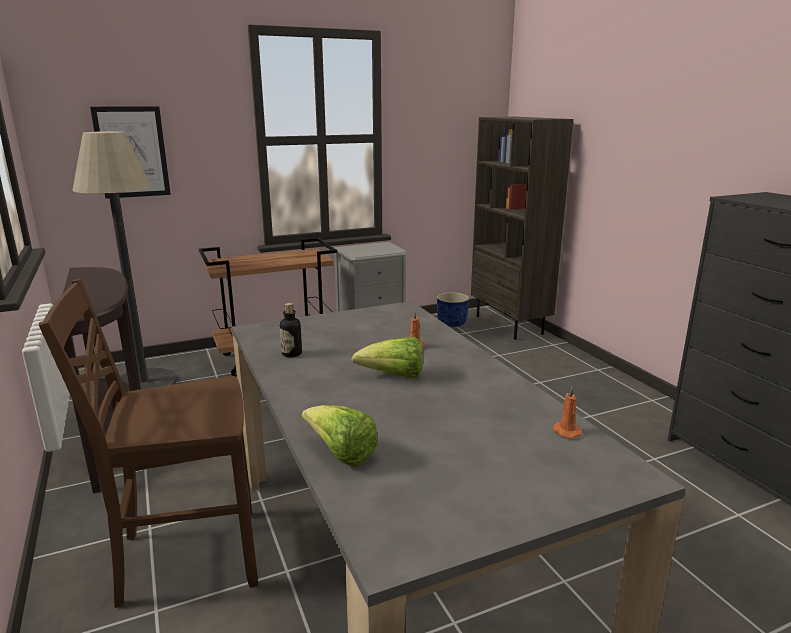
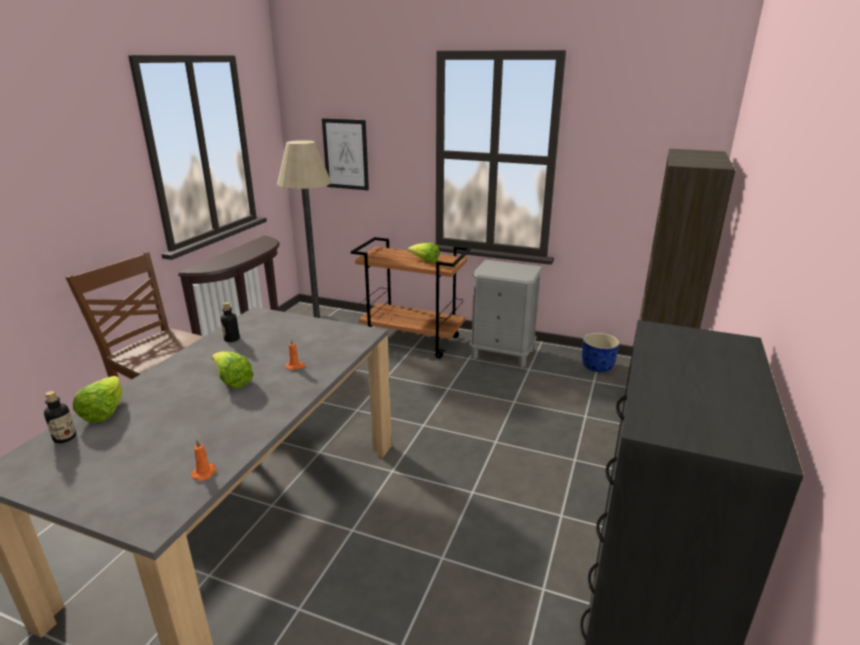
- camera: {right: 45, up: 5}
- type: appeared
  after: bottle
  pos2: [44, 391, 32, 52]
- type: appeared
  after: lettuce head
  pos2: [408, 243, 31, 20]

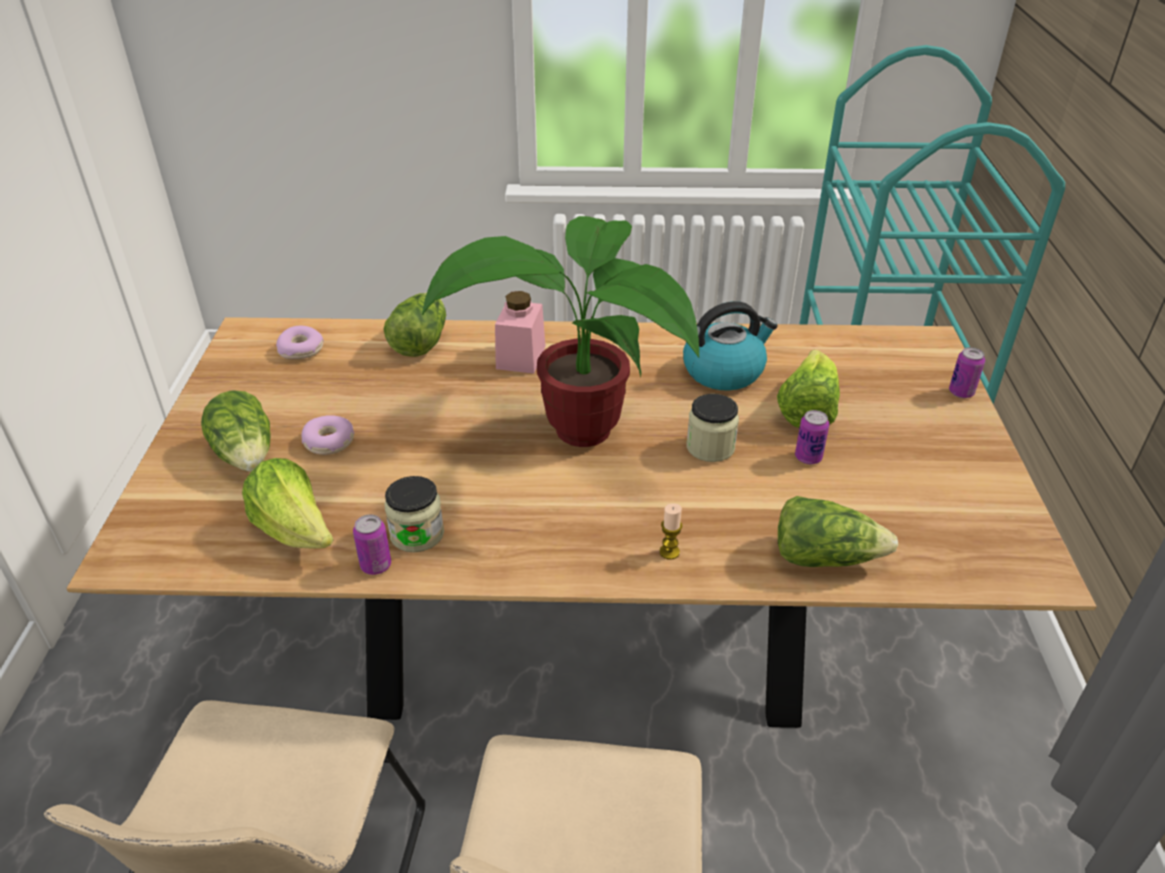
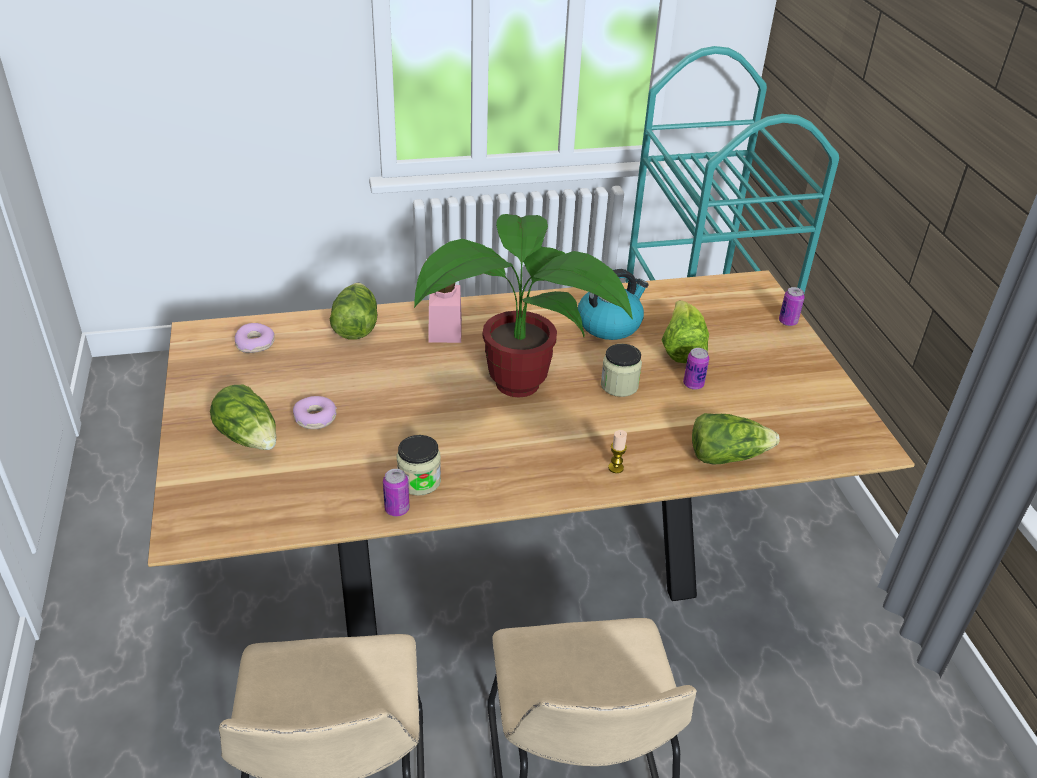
- camera: {right: -15, up: 0}
- type: missing
  before: lettuce head
  pos1: [242, 458, 91, 91]

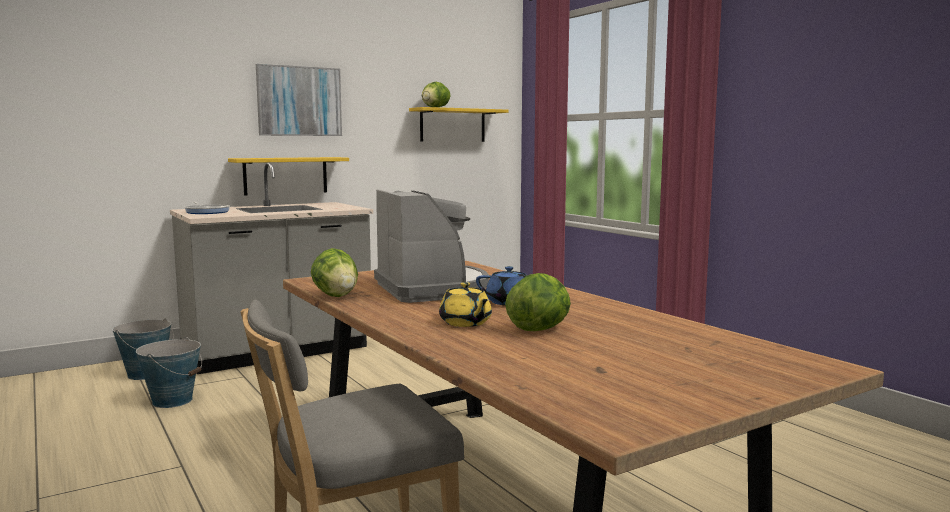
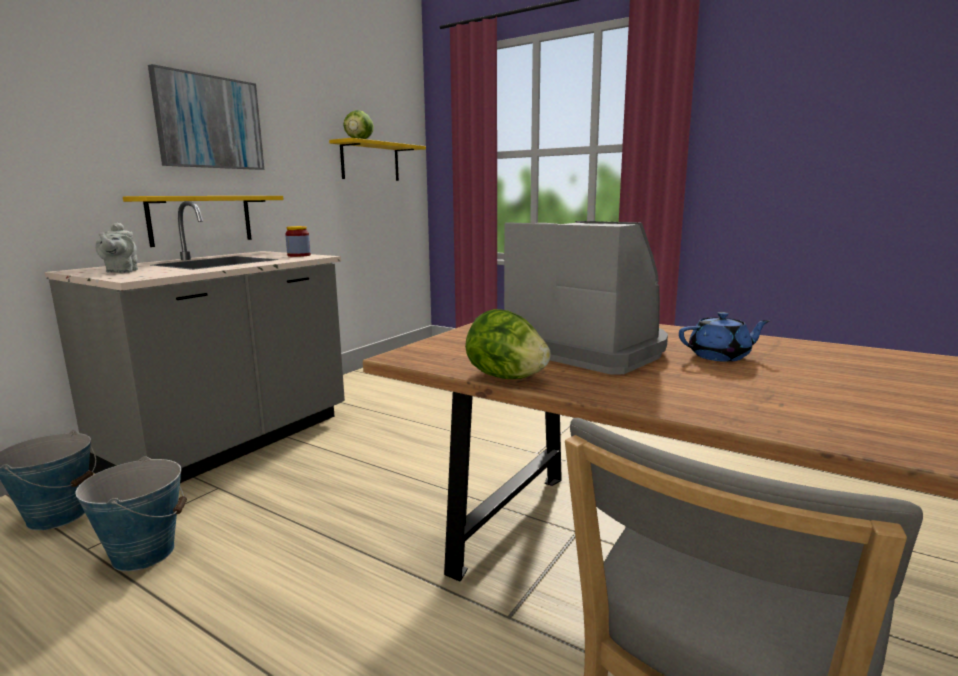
- camera: {right: -25, up: 5}
- type: exchanged
  before: skillet
  after: greyish tea pot
  pos1: [184, 202, 46, 12]
  pos2: [95, 223, 43, 50]
- type: missing
  before: yellow-coloured tea pot
  pos1: [439, 282, 53, 45]
- type: missing
  before: lettuce head
  pos1: [505, 273, 66, 58]
- type: appeared
  after: preserve jar
  pos2: [285, 226, 26, 31]

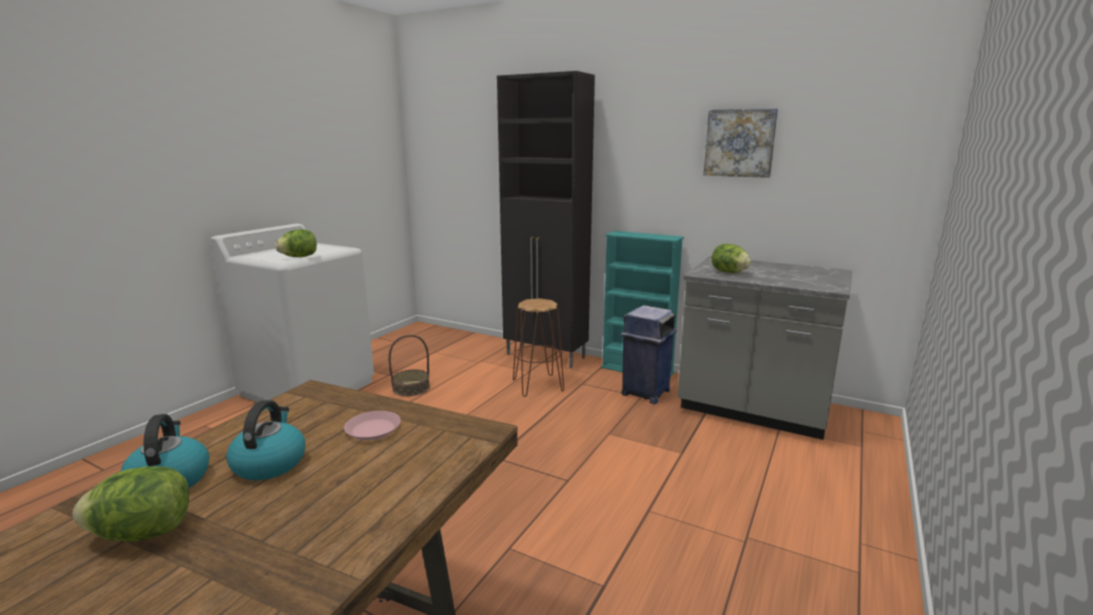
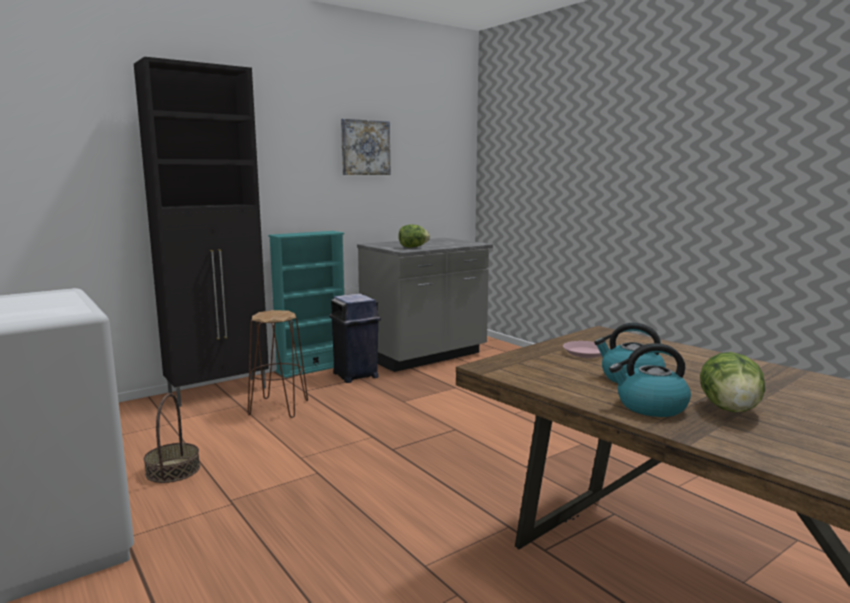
- camera: {right: -65, up: -5}
- type: missing
  before: lettuce head
  pos1: [275, 229, 42, 28]

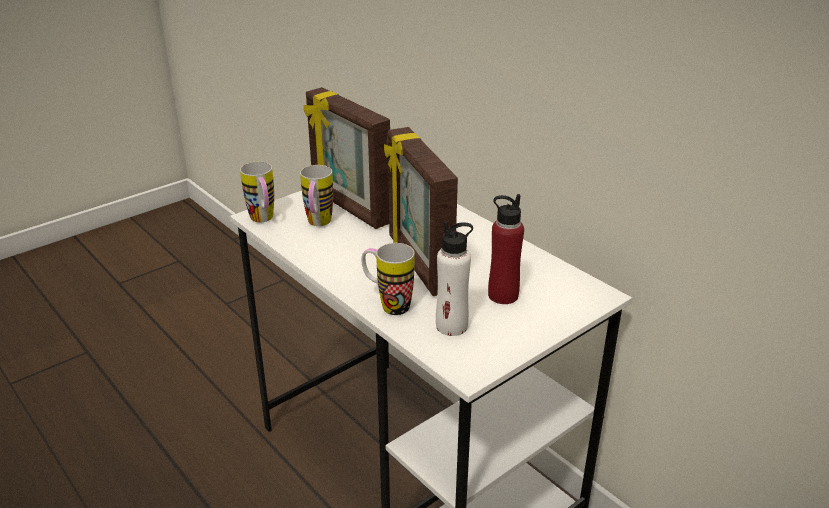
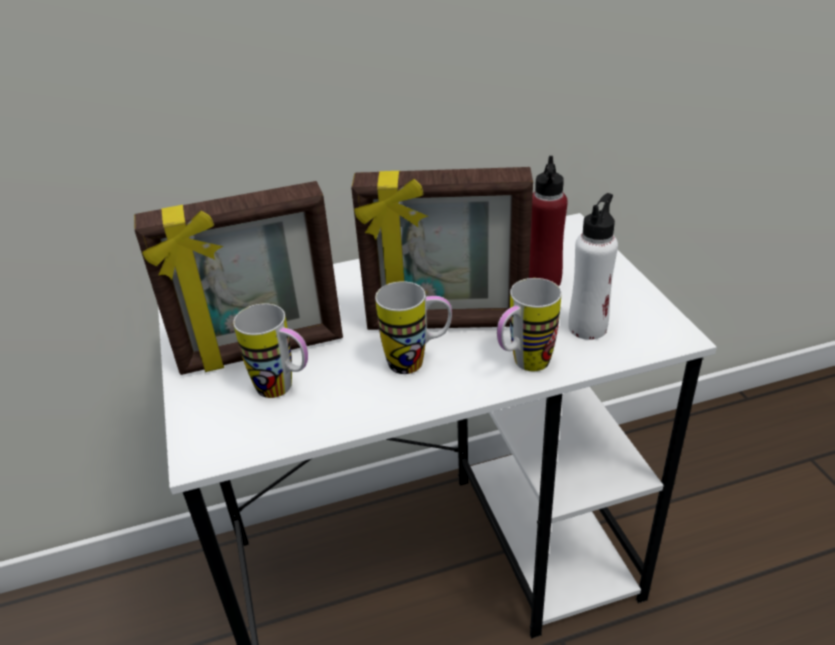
- camera: {right: -65, up: 5}
- type: relocated
  before: tea mug
  pos1: [240, 161, 34, 62]
  pos2: [375, 281, 77, 93]

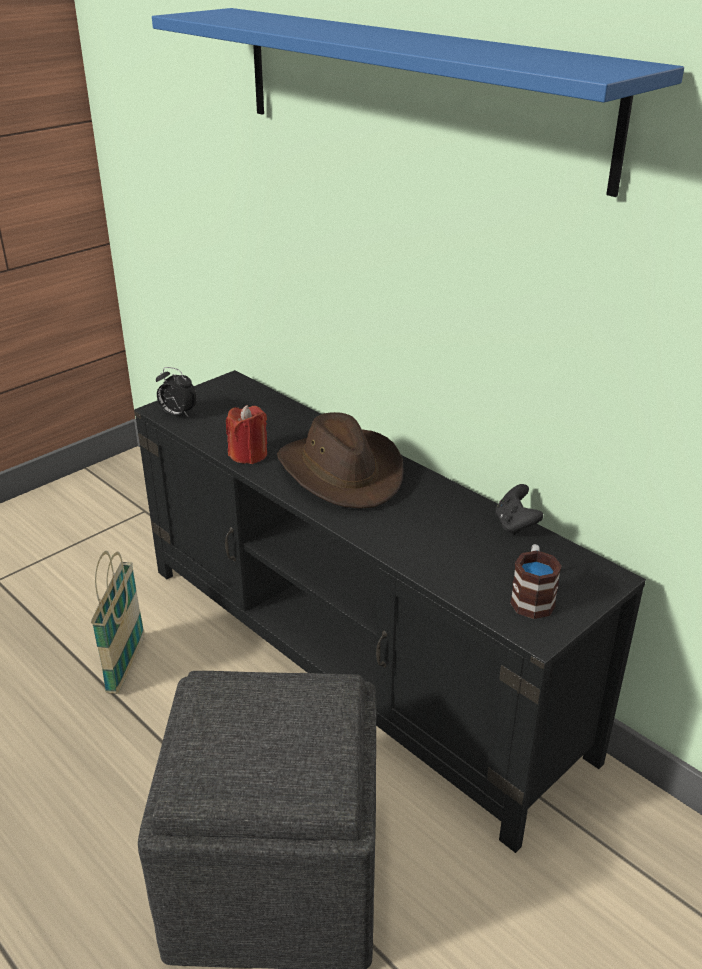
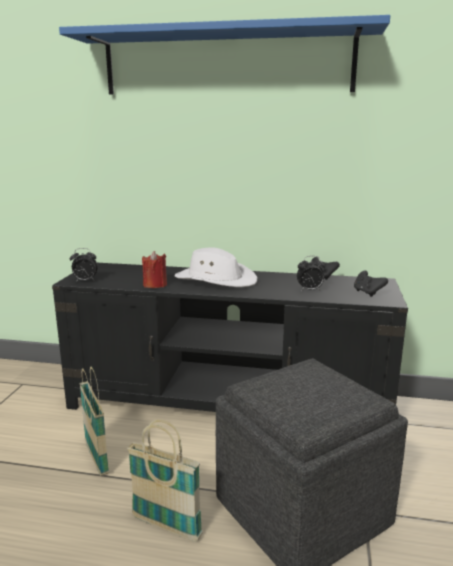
- camera: {right: -35, up: -15}
- type: colour
  before: brown clothing hat
  after: white clothing hat
  pos1: [277, 412, 127, 97]
  pos2: [174, 247, 83, 40]
- type: exchanged
  before: tea mug
  after: blackish gamepad
  pos1: [510, 544, 52, 75]
  pos2: [354, 271, 34, 26]
- type: appeared
  after: basket
  pos2: [127, 419, 76, 123]
- type: appeared
  after: alarm clock
  pos2: [297, 256, 28, 34]

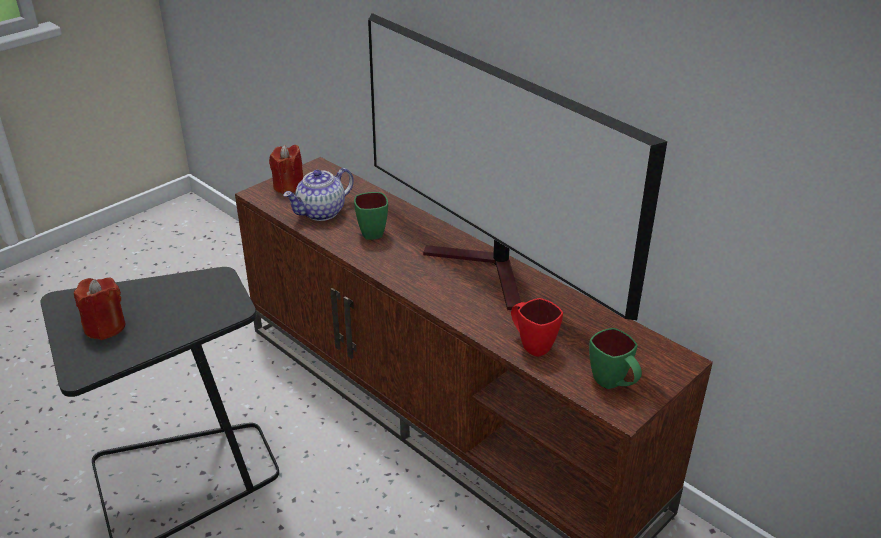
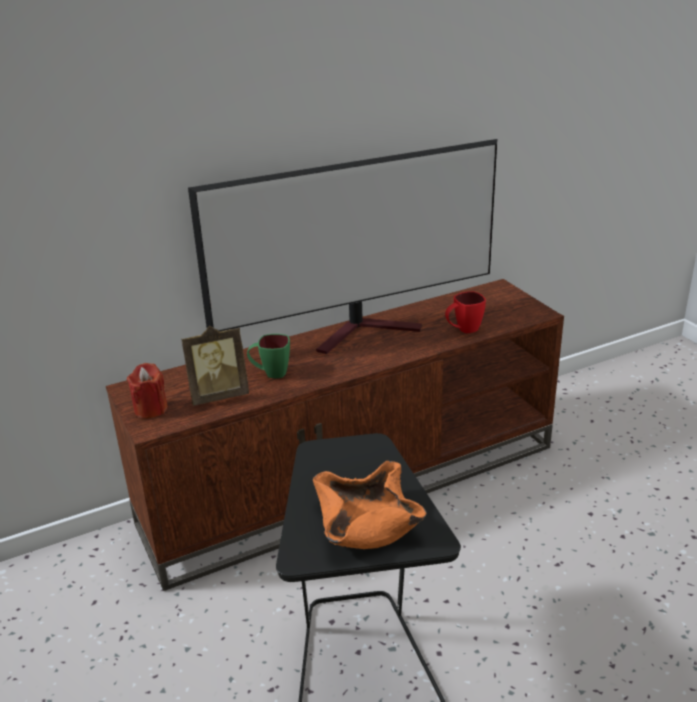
- camera: {right: -70, up: -5}
- type: exchanged
  before: reddish wax light
  after: orangey bowl
  pos1: [74, 277, 51, 63]
  pos2: [313, 461, 114, 88]
- type: exchanged
  before: tea pot
  after: photo frame
  pos1: [283, 168, 71, 53]
  pos2: [181, 326, 68, 80]
- type: missing
  before: green-coloured tea mug
  pos1: [589, 328, 53, 61]

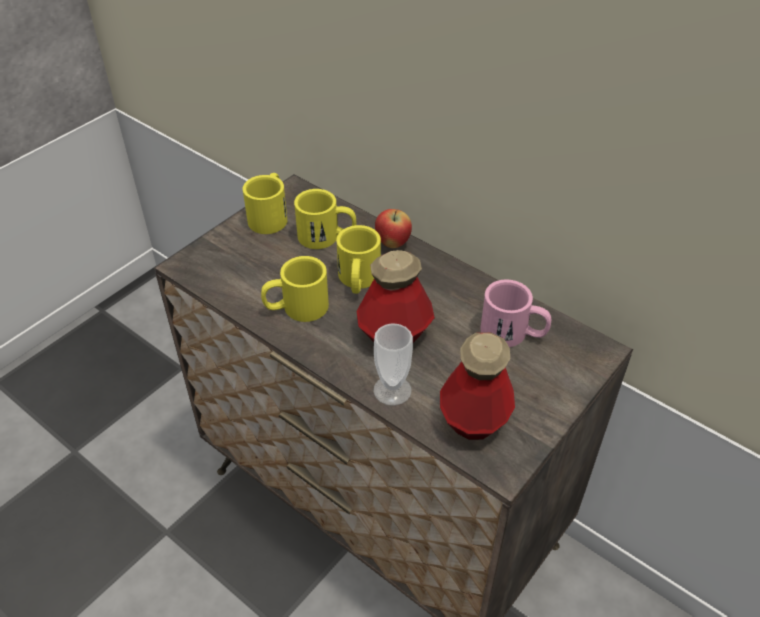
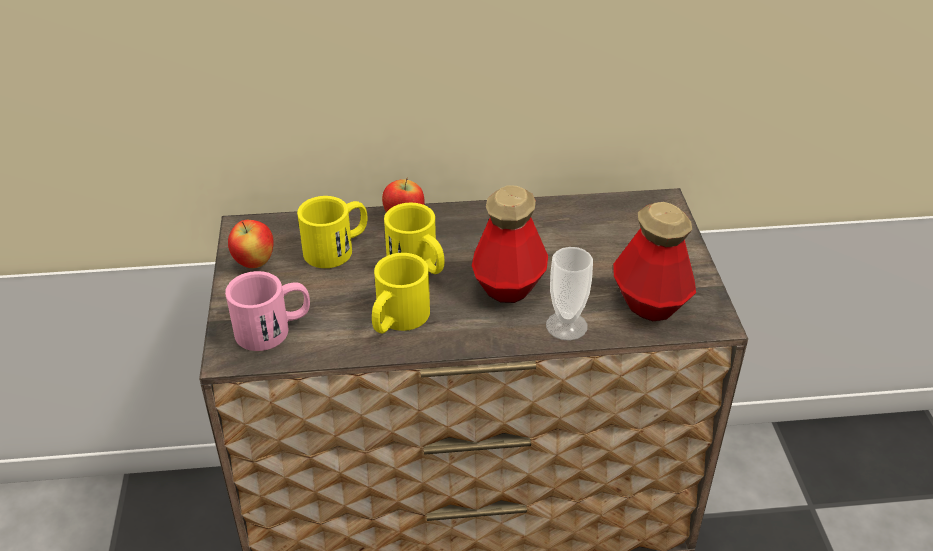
- camera: {right: -45, up: -5}
- type: exchanged
  before: yellow-coloured tea mug
  after: apple fruit
  pos1: [243, 173, 44, 61]
  pos2: [228, 220, 46, 48]
- type: relocated
  before: pink-coloured tea mug
  pos1: [480, 280, 71, 67]
  pos2: [225, 271, 85, 80]

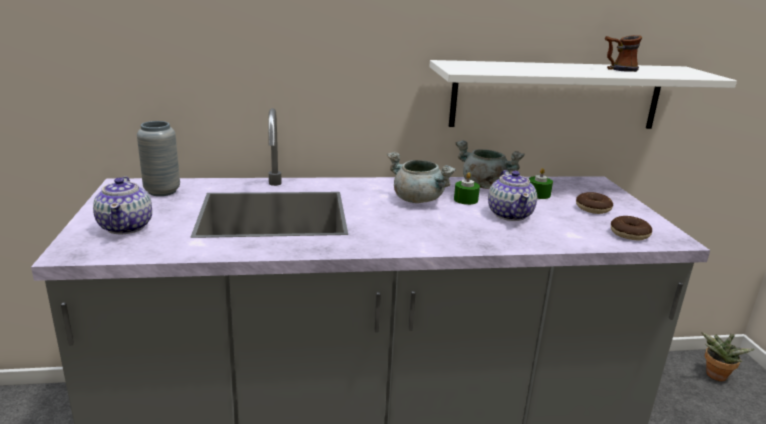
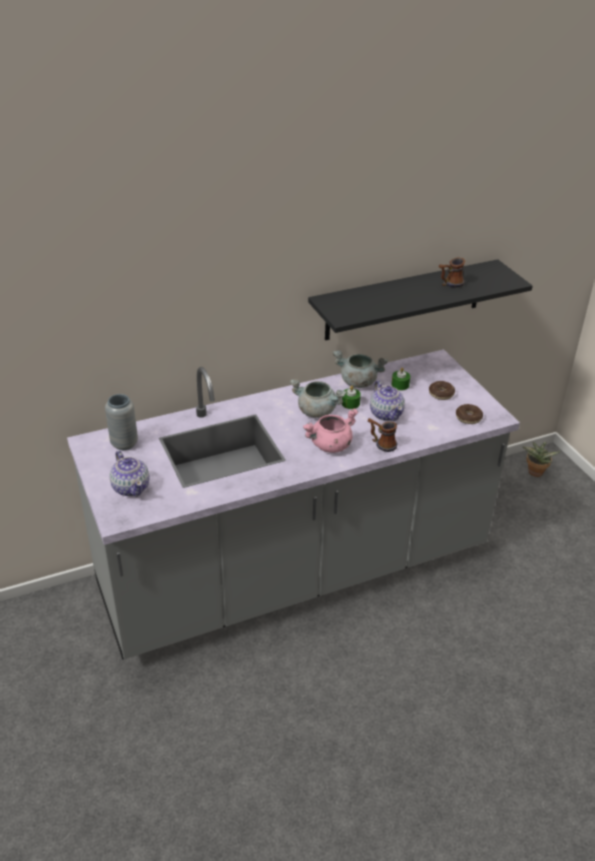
- camera: {right: -15, up: 15}
- type: colour
  before: white bracket shelf
  after: blackish bracket shelf
  pos1: [429, 60, 308, 69]
  pos2: [308, 259, 225, 81]
- type: appeared
  after: pink-coloured cooking pot
  pos2: [303, 408, 55, 45]
- type: appeared
  after: tea mug
  pos2: [368, 418, 29, 34]

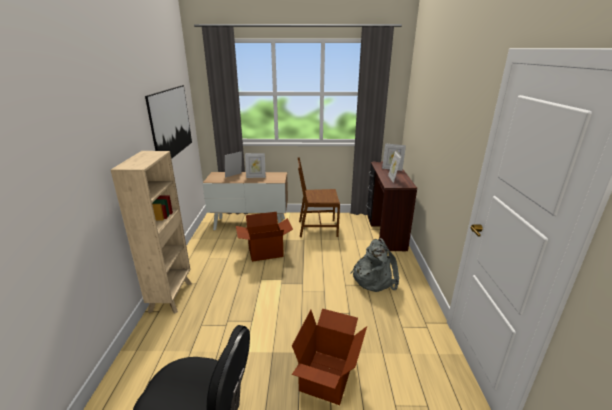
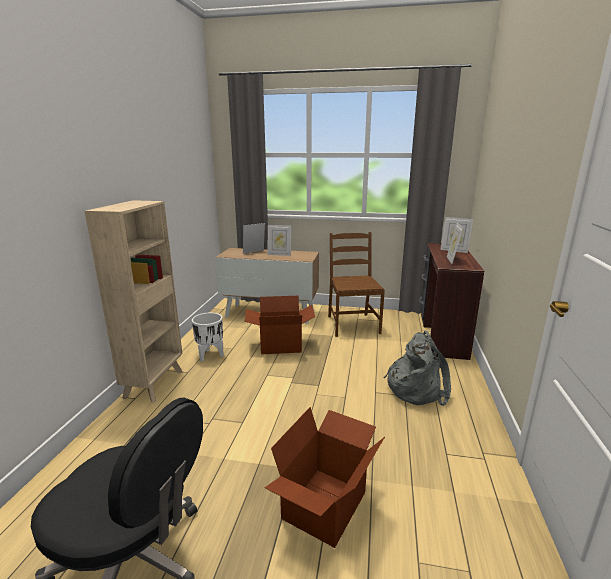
- camera: {right: 10, up: -5}
- type: missing
  before: wall picture
  pos1: [145, 85, 47, 74]
- type: spun
  before: brown chair
  pos1: [298, 157, 42, 80]
  pos2: [328, 232, 57, 105]
  turn: 75
- type: appeared
  after: white flower pot
  pos2: [192, 313, 31, 48]

